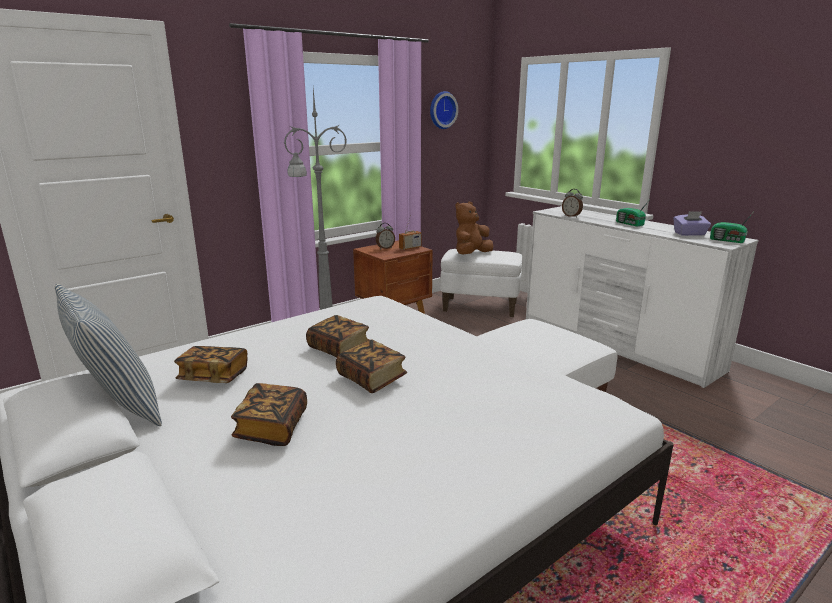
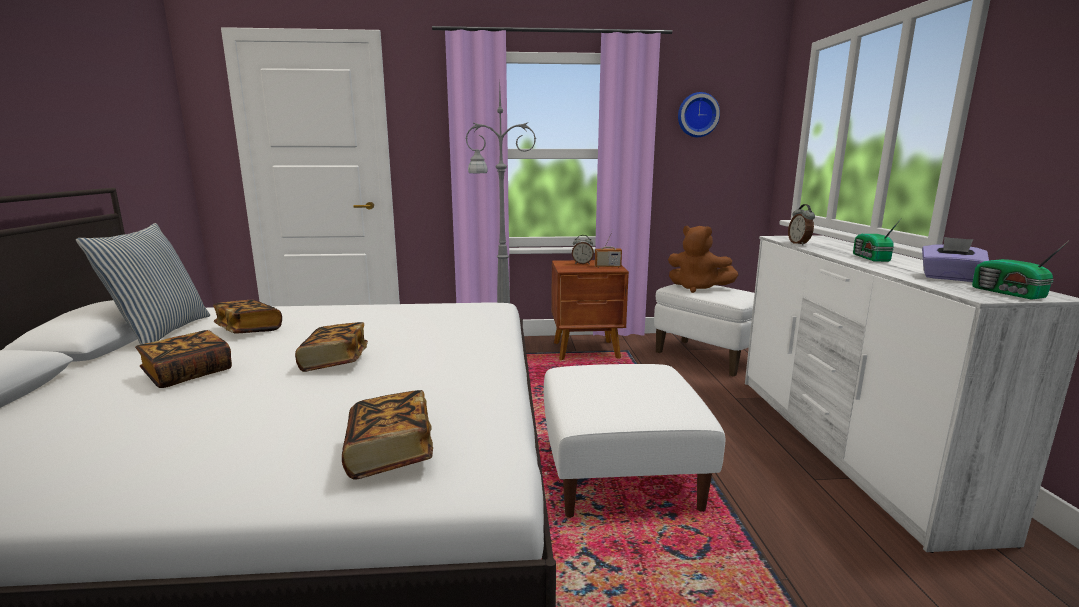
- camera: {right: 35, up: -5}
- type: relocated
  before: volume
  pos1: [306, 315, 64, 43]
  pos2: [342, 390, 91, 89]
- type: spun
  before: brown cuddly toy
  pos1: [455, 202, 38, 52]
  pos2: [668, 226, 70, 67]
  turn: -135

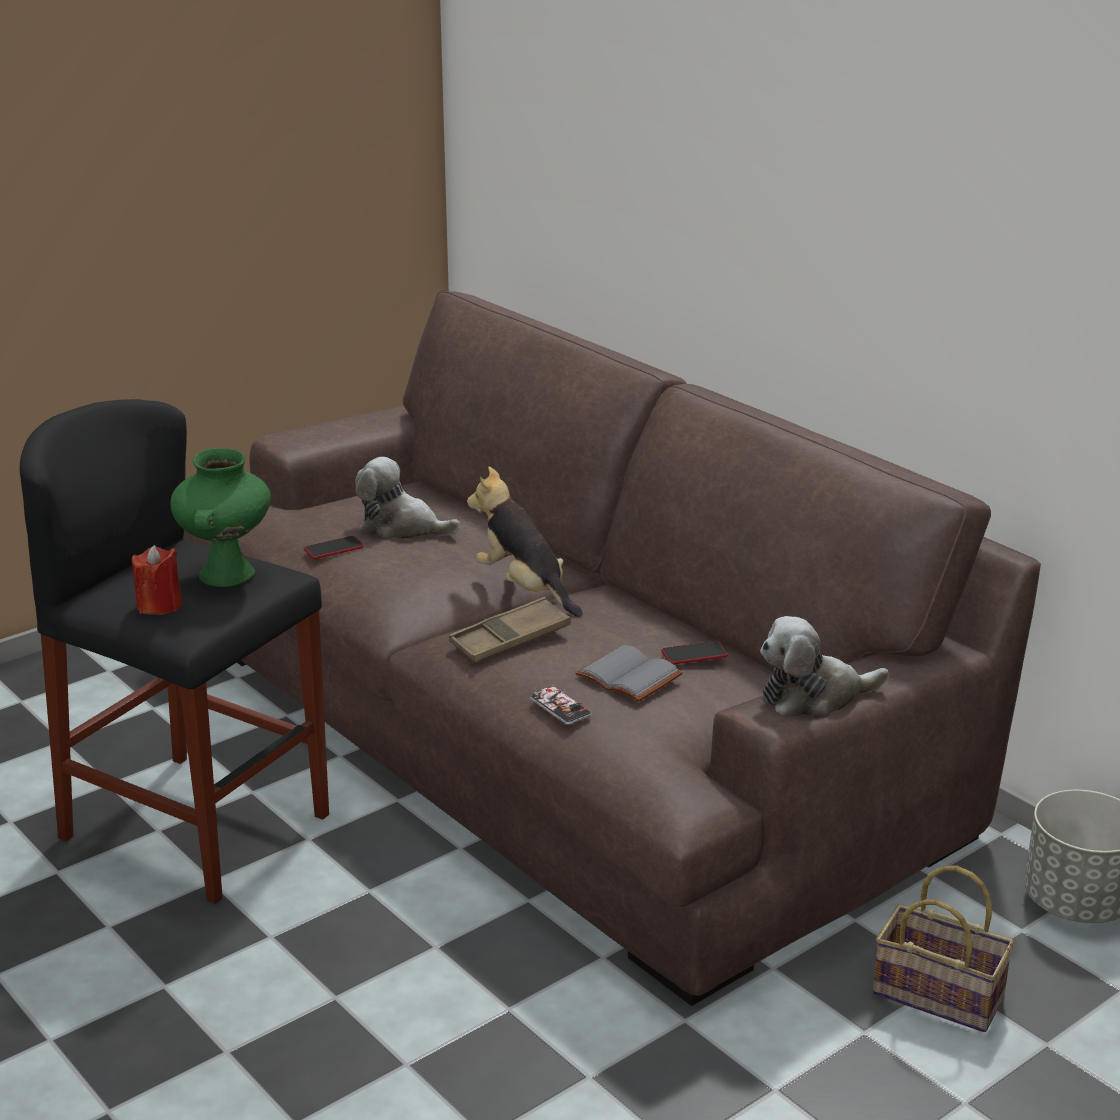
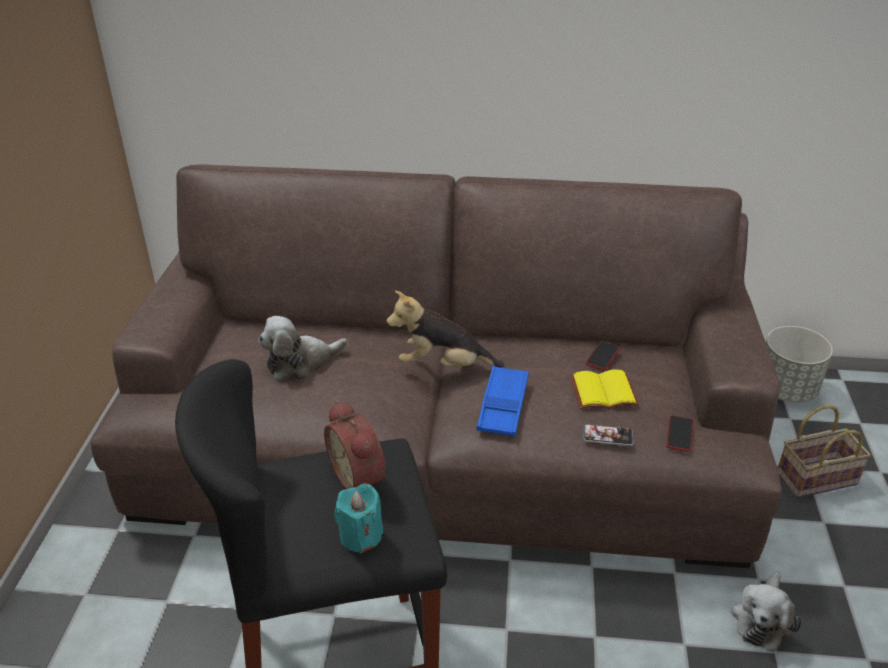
- camera: {right: -45, up: 10}
- type: colour
  before: reddish wax light
  after: blue-green wax light
  pos1: [132, 545, 50, 70]
  pos2: [334, 483, 49, 70]
- type: exchanged
  before: green-coloured vase
  after: alarm clock
  pos1: [170, 448, 101, 139]
  pos2: [324, 401, 62, 88]
- type: relocated
  before: handset
  pos1: [304, 536, 60, 23]
  pos2: [666, 415, 27, 37]
- type: colour
  before: brown tray
  after: bluish tray
  pos1: [449, 597, 122, 66]
  pos2: [476, 366, 53, 71]
- type: colour
  before: greyish volume
  after: yellow-coloured volume
  pos1: [575, 645, 108, 57]
  pos2: [570, 369, 69, 40]
- type: relocated
  before: cuddly toy
  pos1: [760, 616, 129, 102]
  pos2: [731, 571, 71, 81]

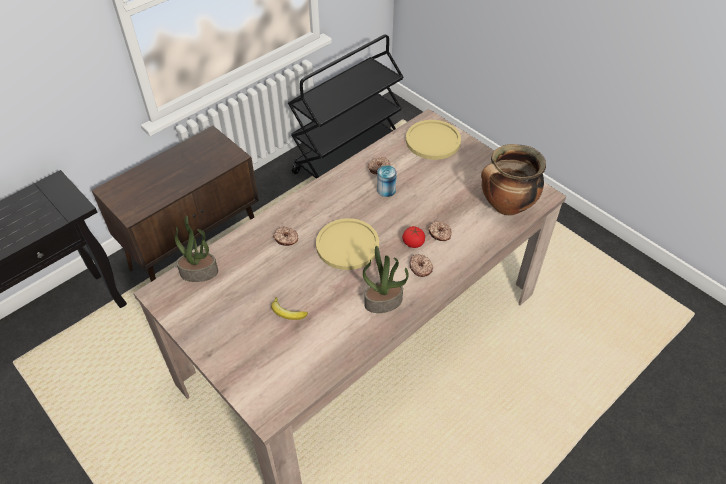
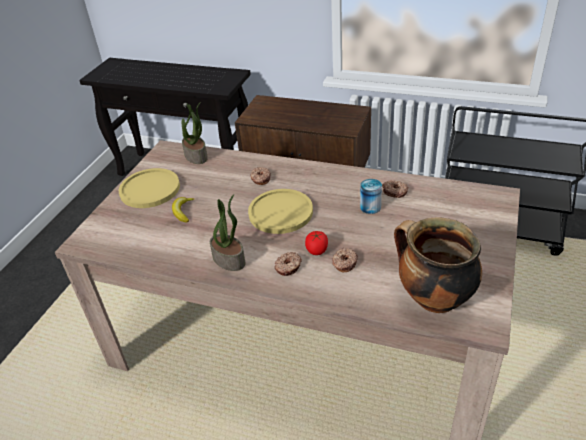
- camera: {right: 65, up: -10}
- type: relocated
  before: yellow-coloured flat dish
  pos1: [406, 120, 55, 40]
  pos2: [119, 168, 61, 40]

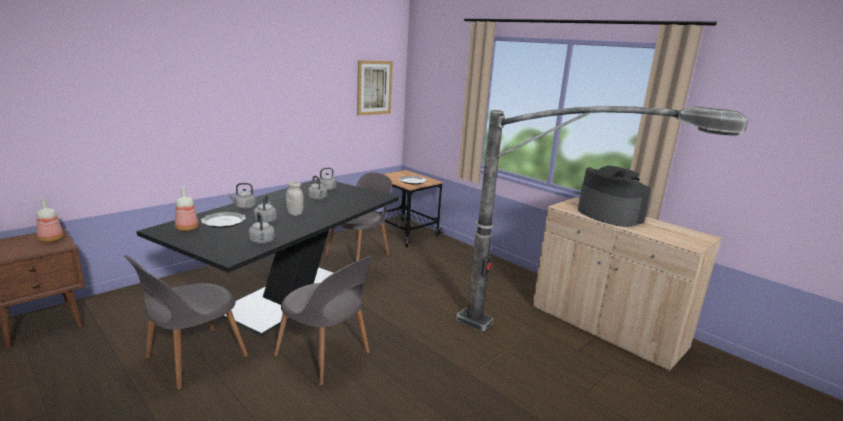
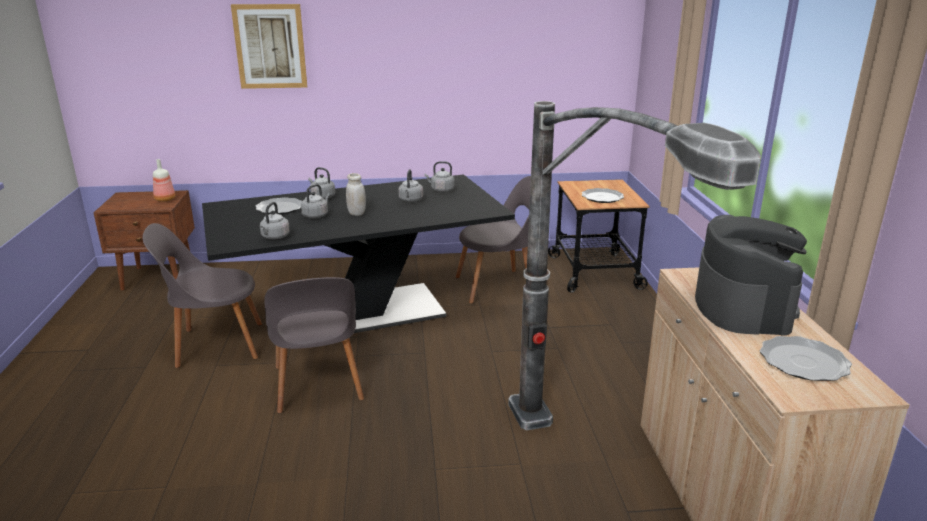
- camera: {right: 40, up: 5}
- type: missing
  before: bottle
  pos1: [175, 187, 24, 44]
- type: relocated
  before: wall picture
  pos1: [357, 60, 36, 56]
  pos2: [231, 4, 76, 85]
- type: appeared
  after: flat dish
  pos2: [760, 336, 92, 45]

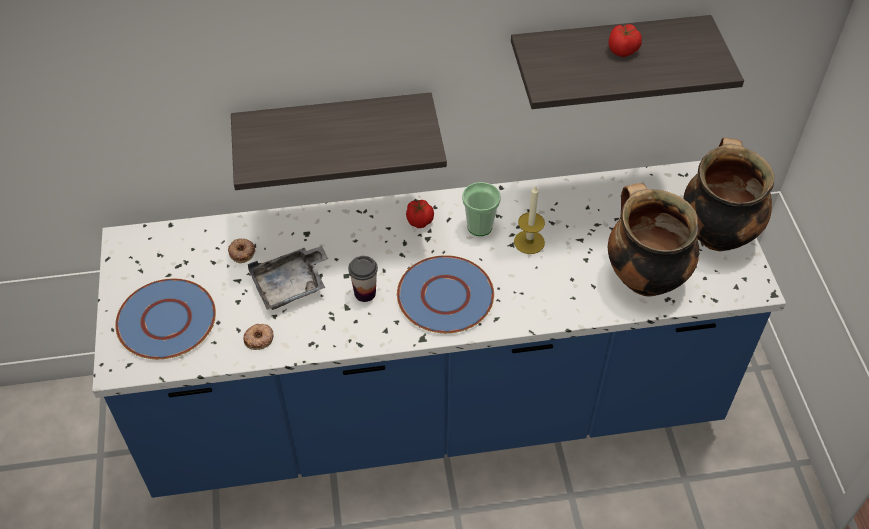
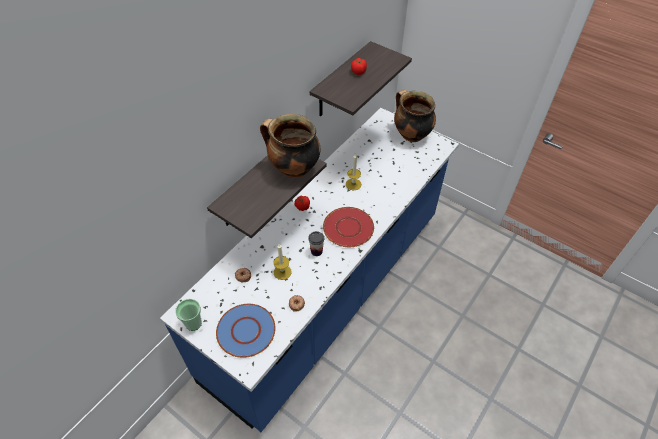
- camera: {right: -45, up: 0}
- type: exchanged
  before: greyish tray
  after: wax light
  pos1: [248, 246, 80, 64]
  pos2: [274, 244, 18, 36]
- type: colour
  before: bluish flat dish
  after: reddish flat dish
  pos1: [397, 255, 97, 78]
  pos2: [323, 207, 51, 40]
- type: relocated
  before: small cup
  pos1: [462, 182, 39, 54]
  pos2: [175, 299, 27, 32]
- type: relocated
  before: cooking pot
  pos1: [608, 183, 91, 114]
  pos2: [260, 114, 61, 64]

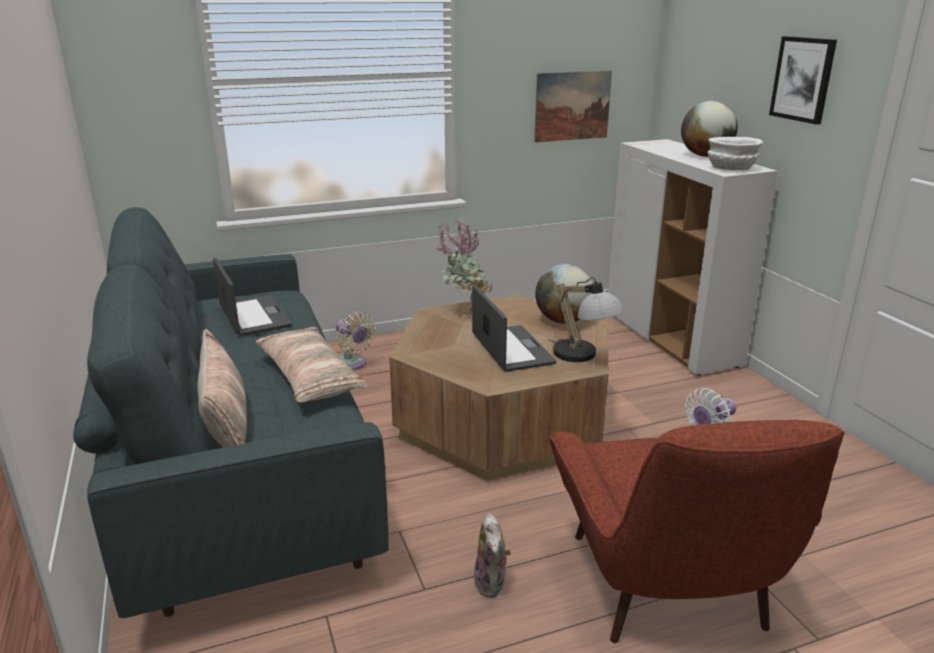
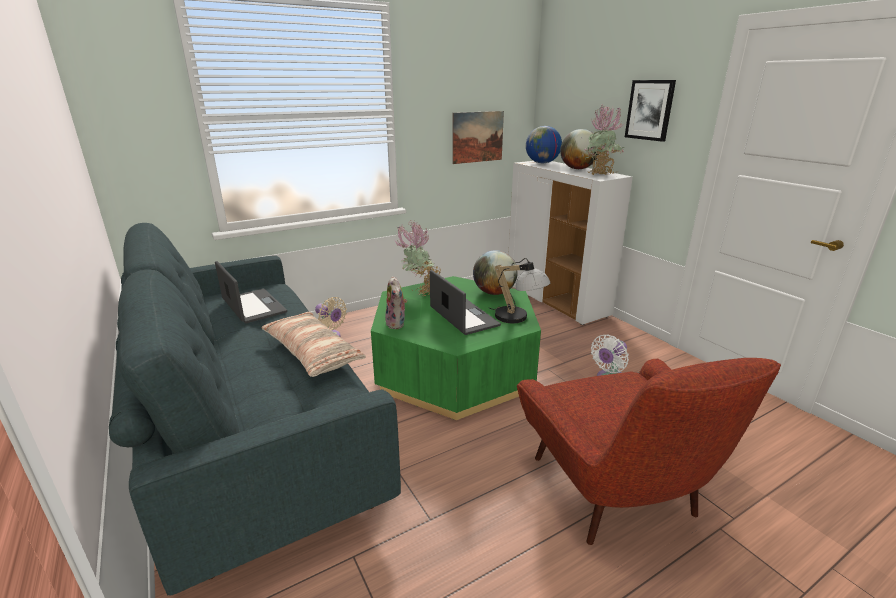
- camera: {right: -10, up: 0}
- type: missing
  before: cushion
  pos1: [197, 329, 50, 119]
- type: colour
  before: brown lounge table
  after: green-coloured lounge table
  pos1: [389, 295, 219, 185]
  pos2: [371, 276, 170, 144]
- type: relocated
  before: cuddly toy
  pos1: [474, 514, 37, 83]
  pos2: [385, 276, 22, 53]
- type: exchanged
  before: white bowl
  after: houseplant
  pos1: [707, 137, 56, 33]
  pos2: [584, 105, 41, 70]
- type: appeared
  after: desk globe
  pos2: [526, 126, 36, 37]

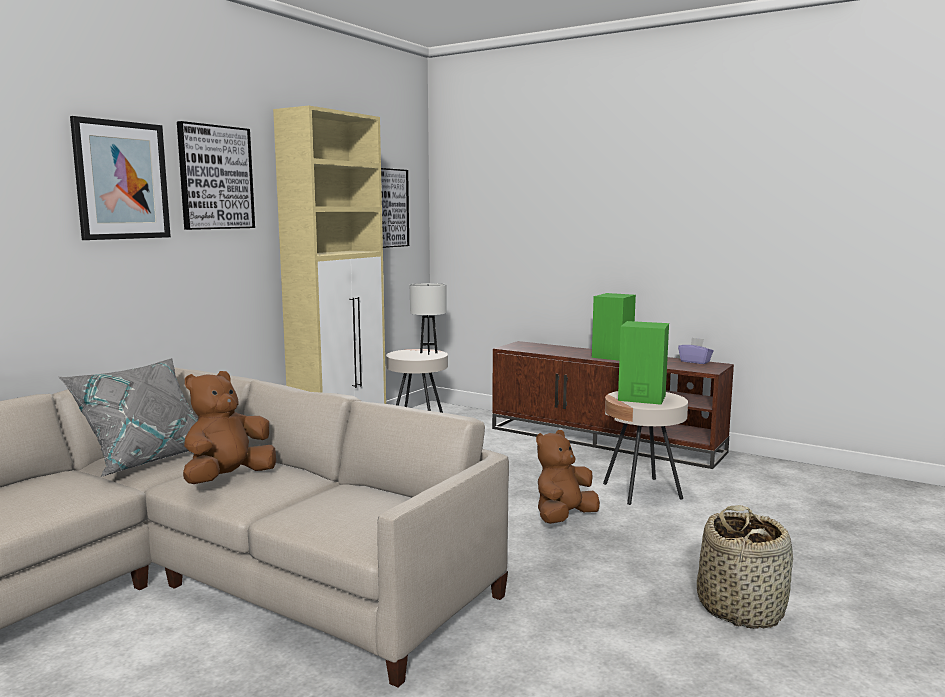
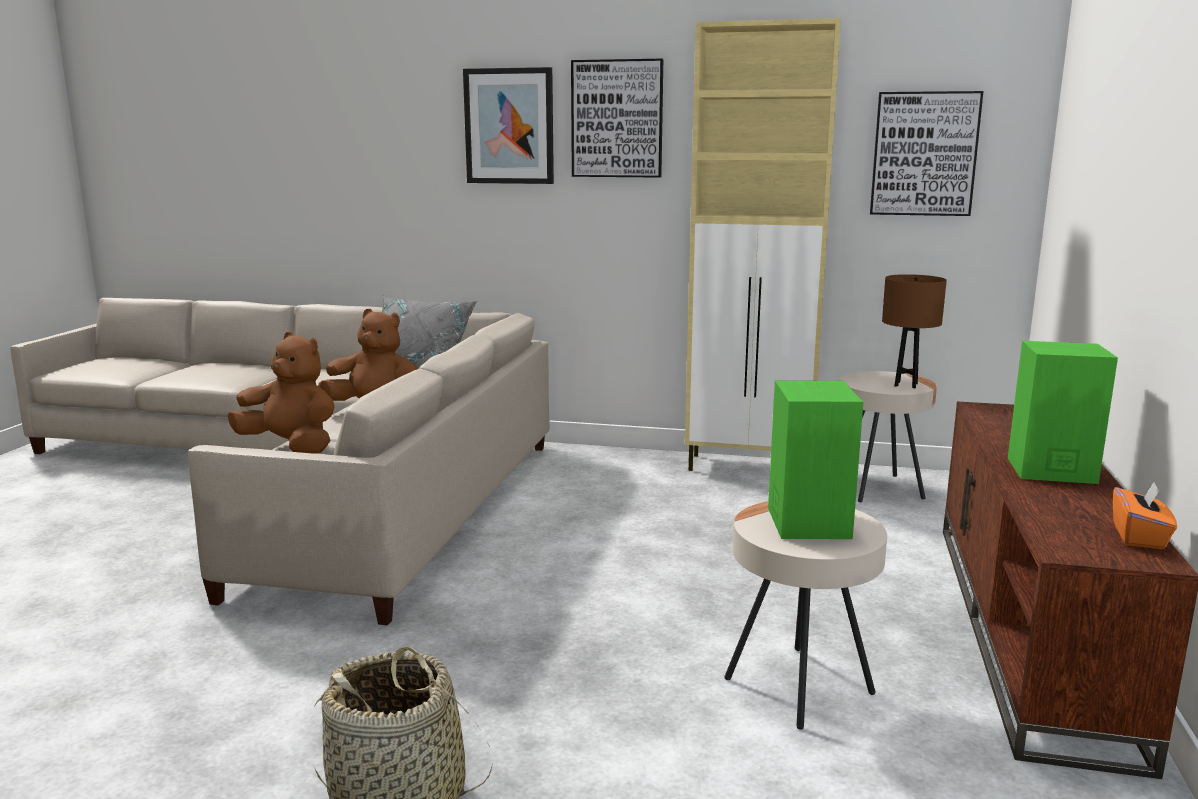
- camera: {right: 70, up: 5}
- type: colour
  before: white tabletop lamp
  after: brown tabletop lamp
  pos1: [410, 283, 37, 72]
  pos2: [882, 274, 65, 114]
- type: relocated
  before: brown cuddly toy
  pos1: [536, 430, 64, 94]
  pos2: [228, 332, 107, 122]
- type: colour
  before: purplish tissue holder
  after: orangey tissue holder
  pos1: [678, 338, 36, 26]
  pos2: [1113, 481, 64, 68]

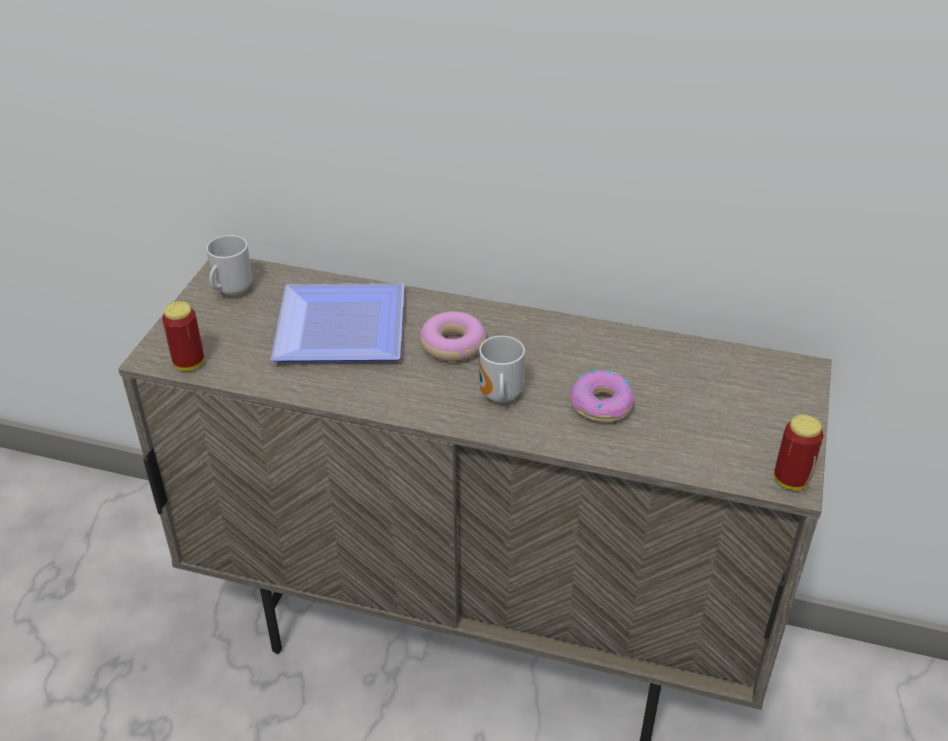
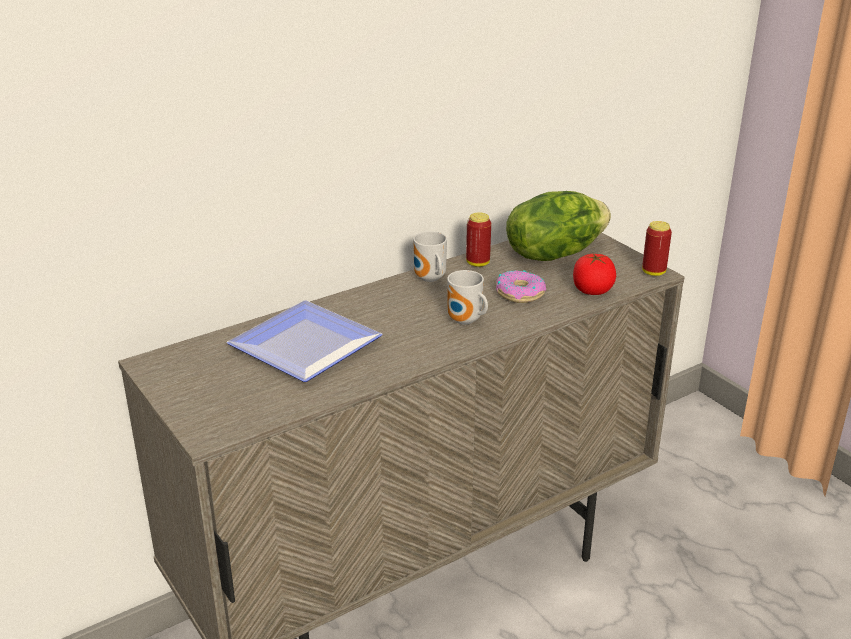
- camera: {right: -50, up: -10}
- type: relocated
  before: sealed can
  pos1: [162, 301, 42, 70]
  pos2: [466, 212, 25, 55]
- type: relocated
  before: tea mug
  pos1: [206, 235, 46, 61]
  pos2: [413, 231, 34, 51]
- type: missing
  before: donut
  pos1: [419, 311, 67, 51]
- type: appeared
  after: lettuce head
  pos2: [506, 191, 105, 70]
- type: appeared
  after: tomato
  pos2: [573, 254, 43, 41]

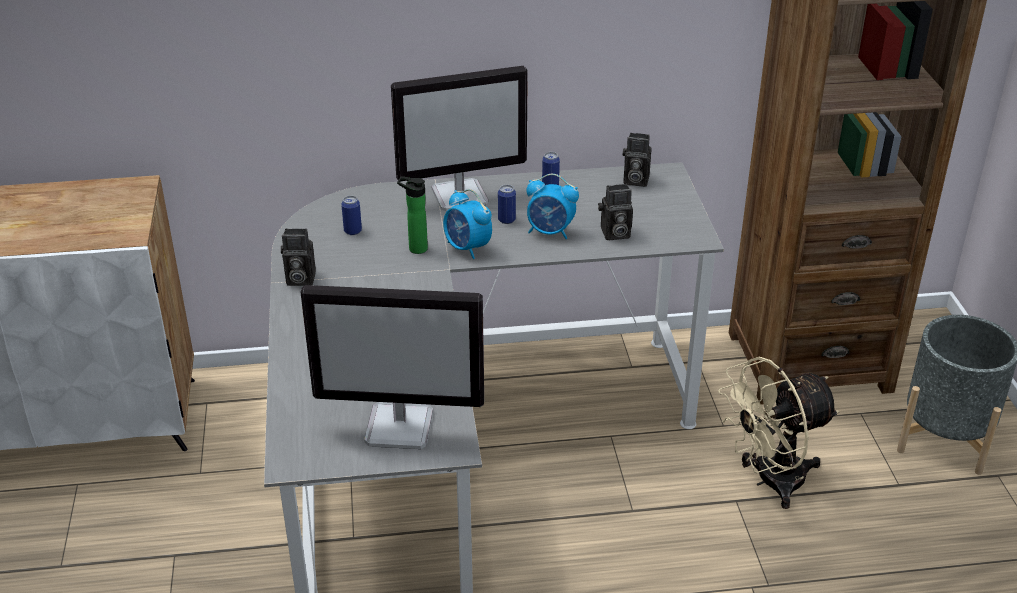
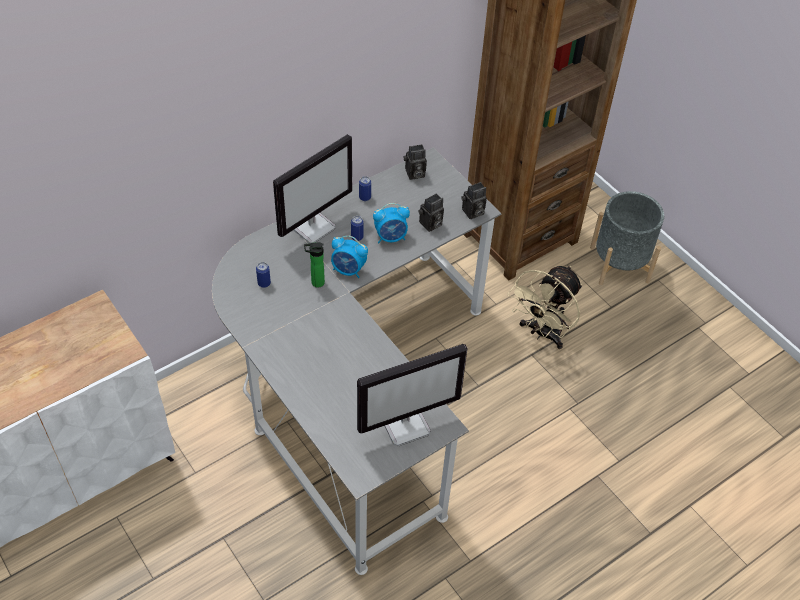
- camera: {right: -30, up: 15}
- type: relocated
  before: still camera
  pos1: [281, 228, 35, 58]
  pos2: [461, 182, 26, 37]

